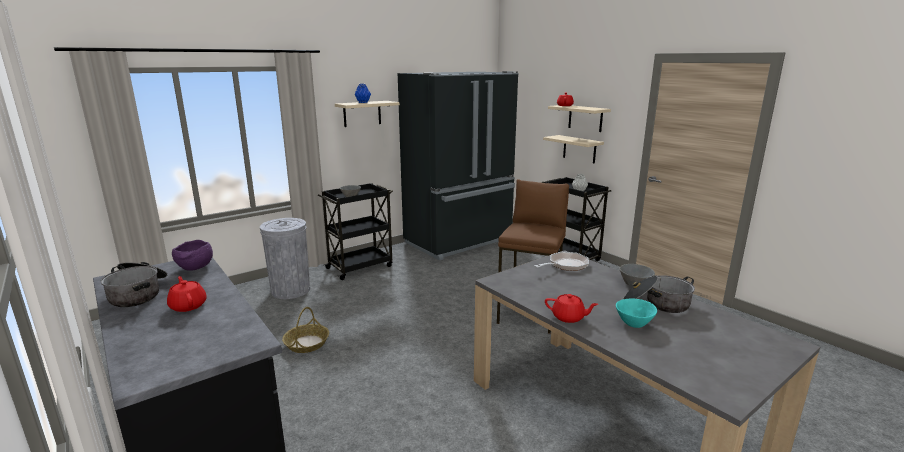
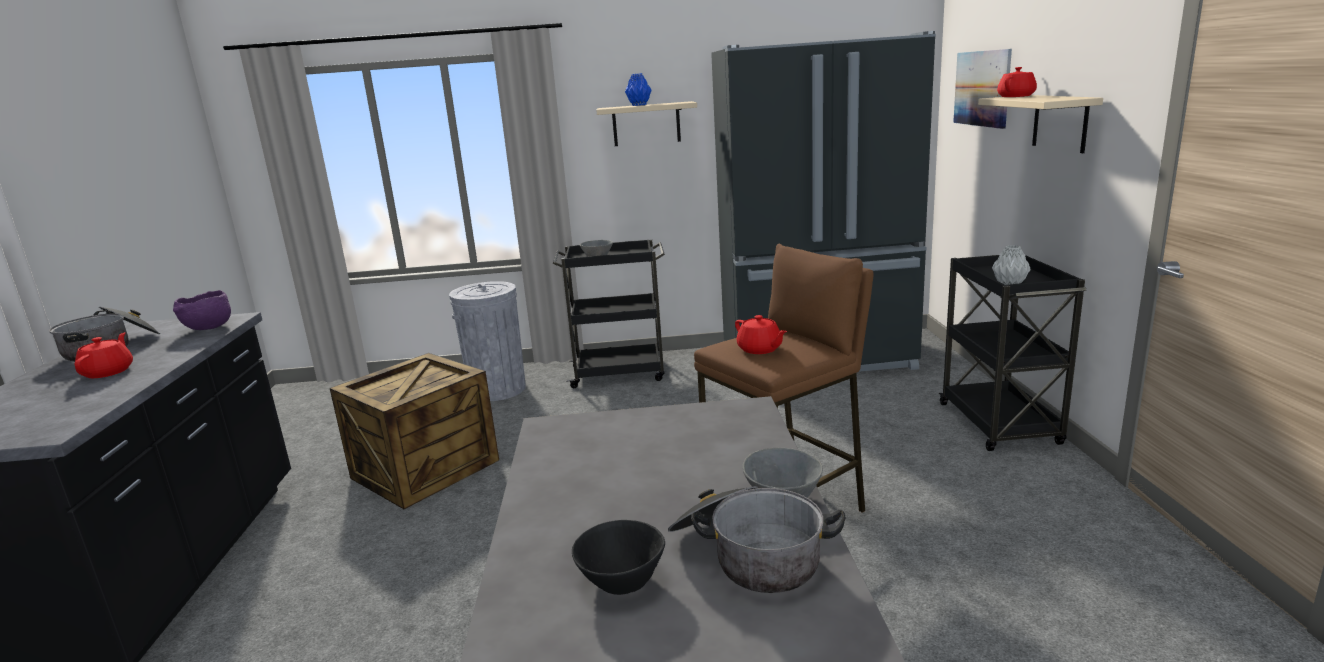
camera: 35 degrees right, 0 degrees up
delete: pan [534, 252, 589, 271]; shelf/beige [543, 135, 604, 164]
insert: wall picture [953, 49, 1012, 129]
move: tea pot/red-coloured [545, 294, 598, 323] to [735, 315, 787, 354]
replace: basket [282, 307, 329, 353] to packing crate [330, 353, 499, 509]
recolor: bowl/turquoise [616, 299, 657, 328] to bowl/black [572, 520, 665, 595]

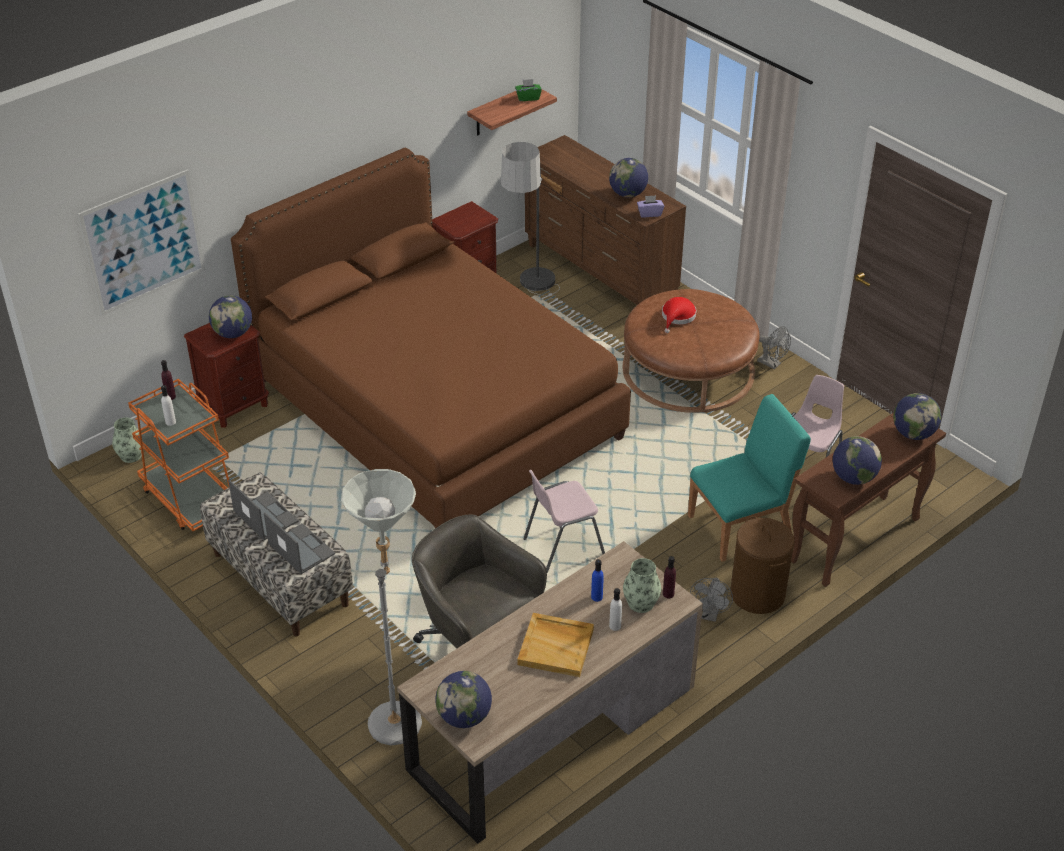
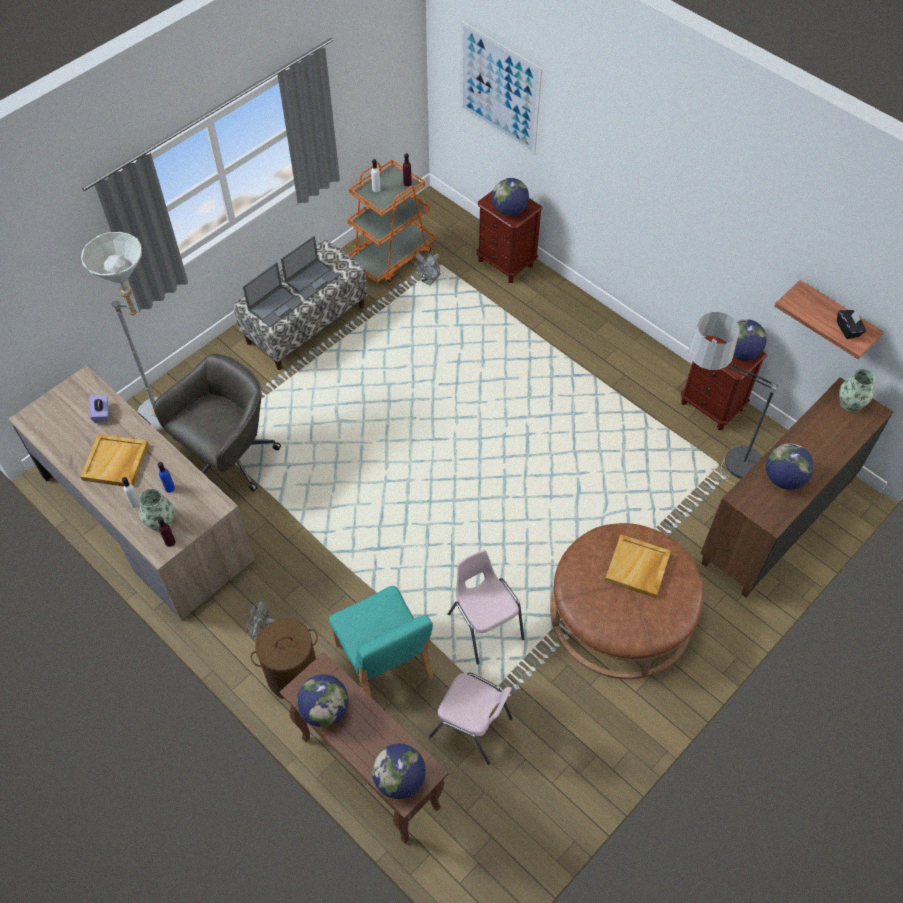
camera: 85 degrees right, 15 degrees up
delete: bed/brown-coloured [231, 148, 631, 528]
move: flower vase [112, 417, 142, 463] to [839, 369, 875, 412]; world globe [435, 671, 492, 728] to [724, 319, 767, 360]; chair/pinkish [524, 470, 605, 573] to [448, 550, 524, 665]; tissue box/purplish [637, 195, 664, 217] to [89, 395, 109, 423]; electric fan/gray [757, 326, 791, 370] to [413, 251, 441, 286]
replace: hat/red-coloured [662, 297, 697, 333] to serving tray/beige [605, 534, 671, 598]
recolor: tissue box/green-coloured [515, 79, 542, 101] to tissue box/black [837, 310, 866, 339]

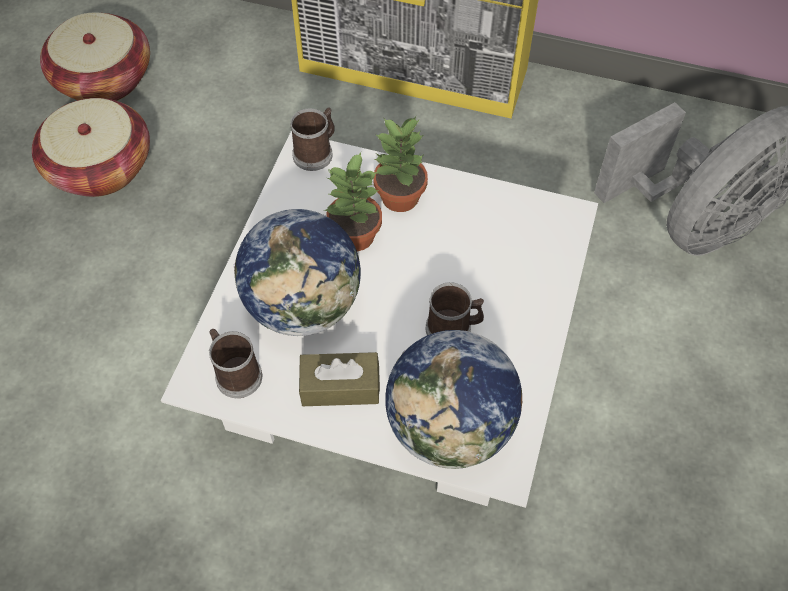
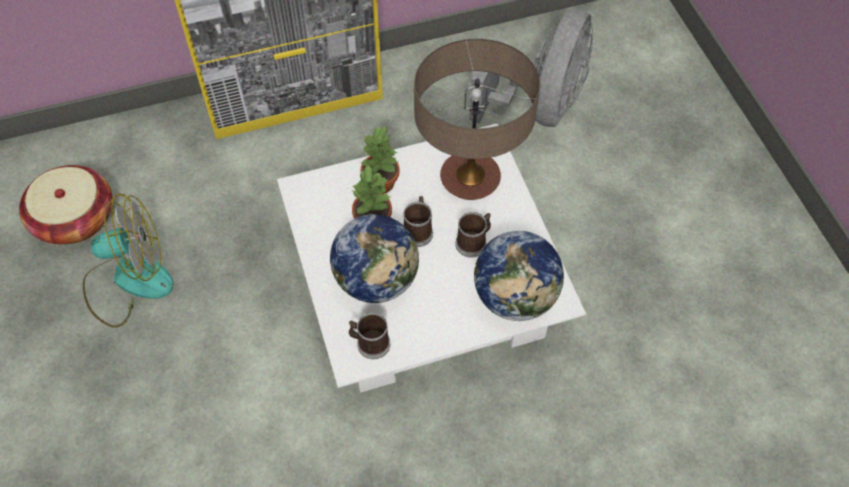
camera: 35 degrees left, 0 degrees up
delete: tissue box/brown-coloured [299, 352, 380, 406]
insert: lamp for a table [414, 39, 540, 200]
move: tea mug [290, 108, 335, 171] to [403, 196, 433, 247]
replace: basket [32, 98, 150, 197] to electric fan [83, 193, 174, 328]

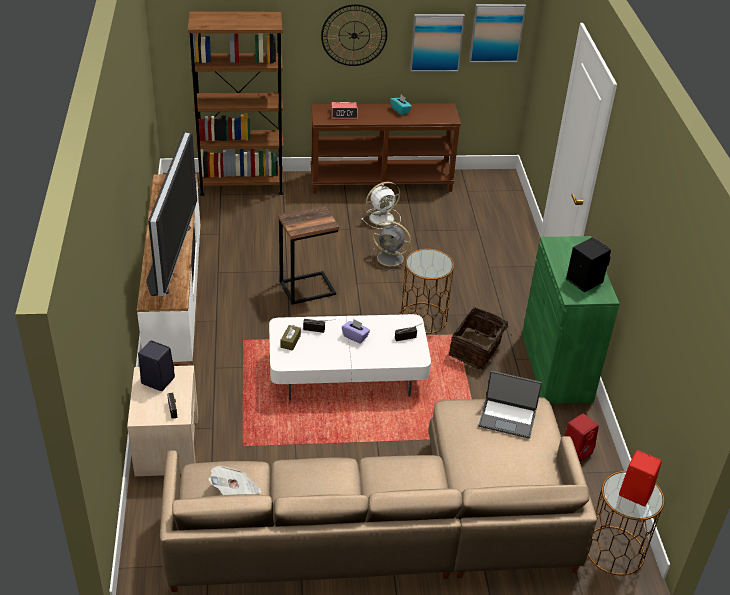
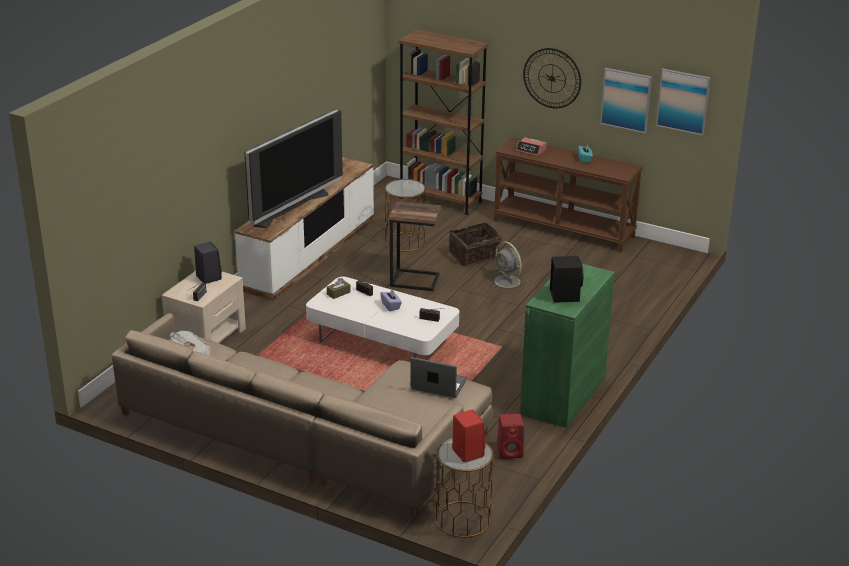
camera: 35 degrees right, 10 degrees down
delete: electric fan/white-coloured [361, 182, 401, 229]
move: accent table/brown-coloured [401, 249, 454, 334] to [384, 179, 426, 252]; basket [449, 307, 516, 370] to [449, 222, 502, 267]
rotate: laptop [479, 371, 542, 439] = [410, 357, 467, 398] 150 degrees clockwise

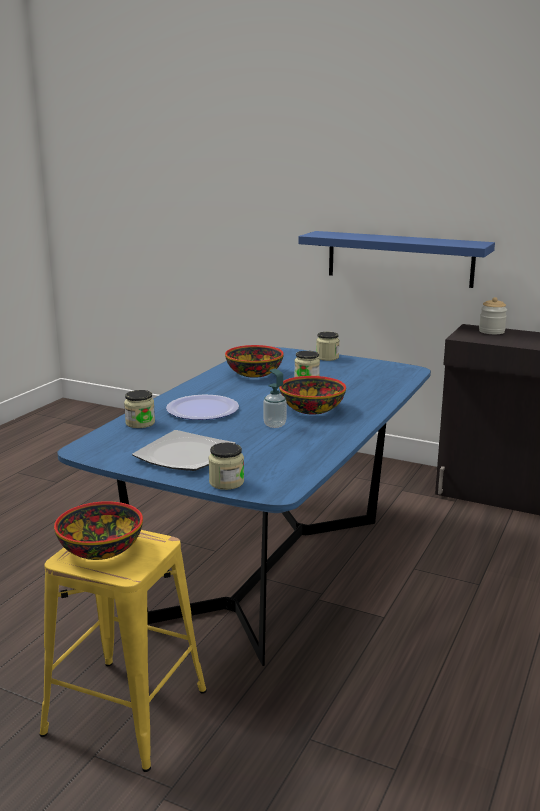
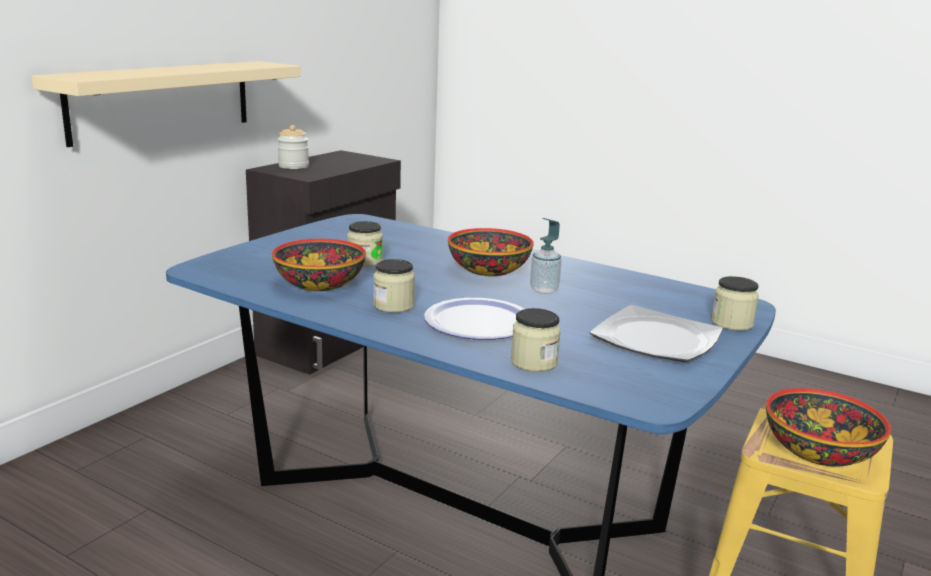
camera: 85 degrees left, 0 degrees up
move: jar [316, 332, 339, 361] to [373, 259, 415, 313]
recolor: shelf/blue-coloured [298, 231, 495, 288] to shelf/beige [32, 61, 301, 147]

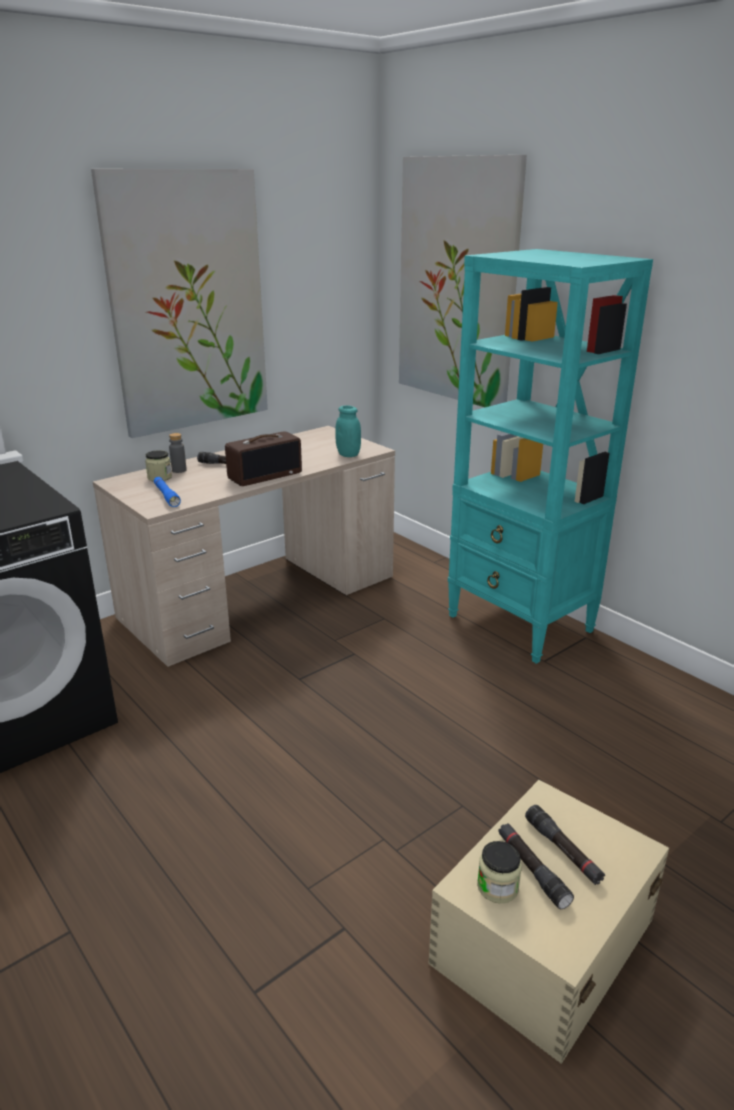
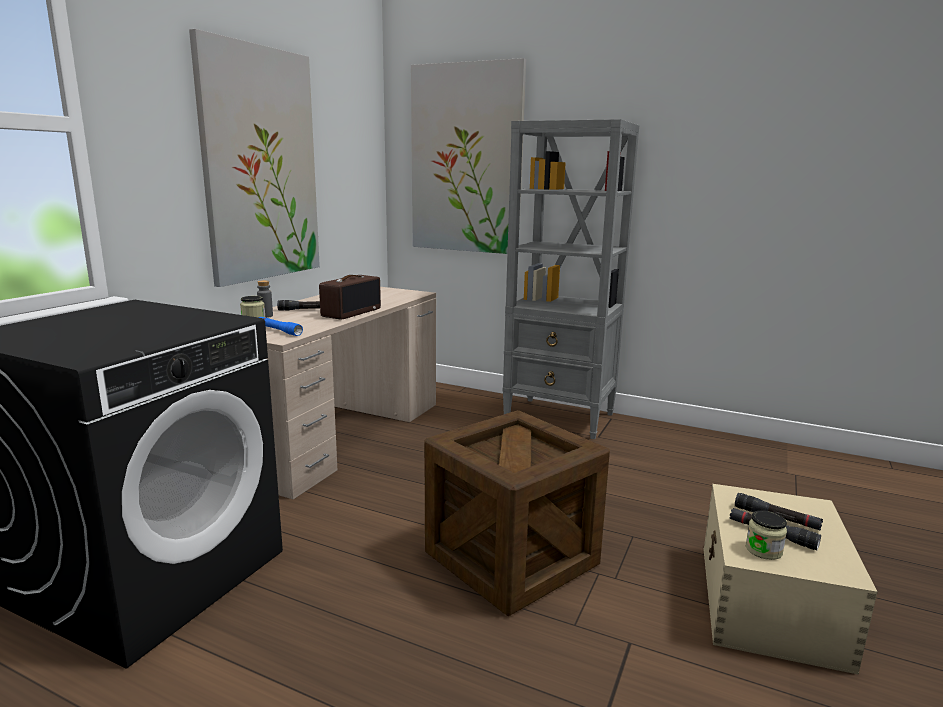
camera: 25 degrees left, 10 degrees down
delete: jar/turquoise [335, 405, 361, 457]
insert: packing crate [424, 410, 610, 616]
recolor: bookcase/turquoise [448, 249, 653, 664] to bookcase/gray [503, 119, 639, 439]

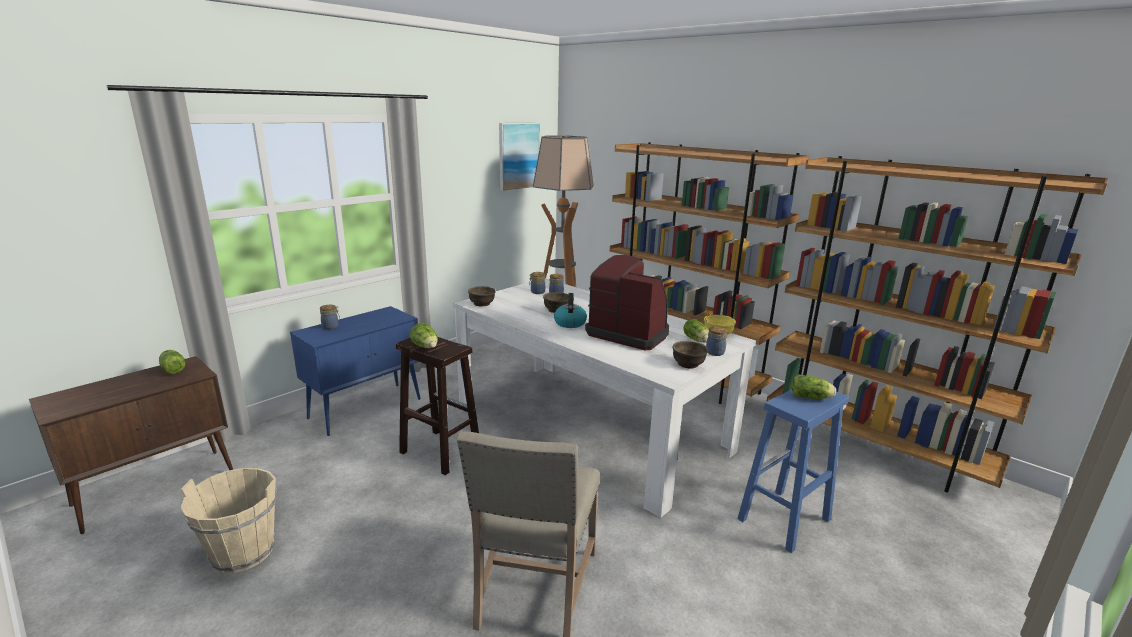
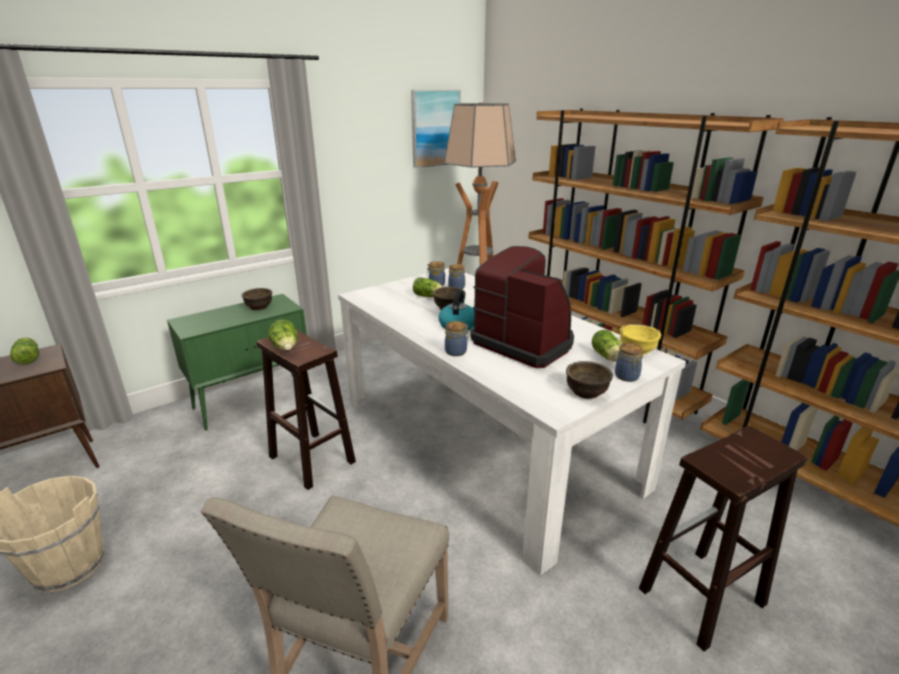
camera: 10 degrees right, 5 degrees up
move: jar [320, 305, 340, 329] to [445, 321, 469, 356]; bowl/brown-coloured [468, 286, 496, 307] to [242, 288, 272, 310]; lettuce [792, 375, 836, 399] to [413, 277, 443, 297]
recolor: storage cabinet/blue-coloured [290, 306, 421, 436] to storage cabinet/green-coloured [167, 294, 312, 431]; stool seat/blue-coloured [737, 389, 849, 553] to stool seat/brown-coloured [639, 426, 808, 652]

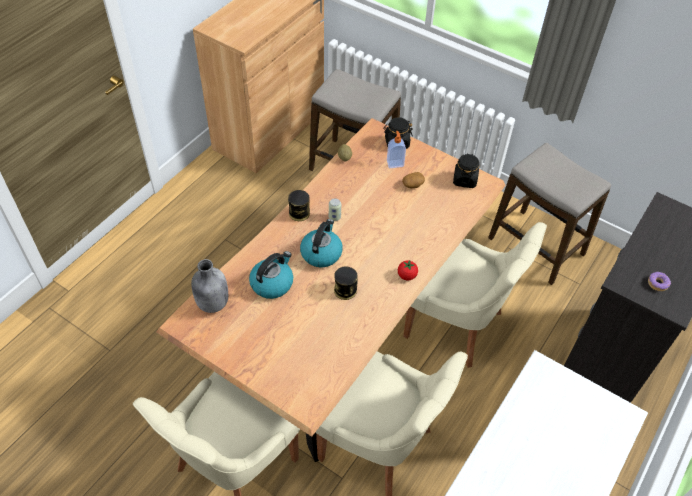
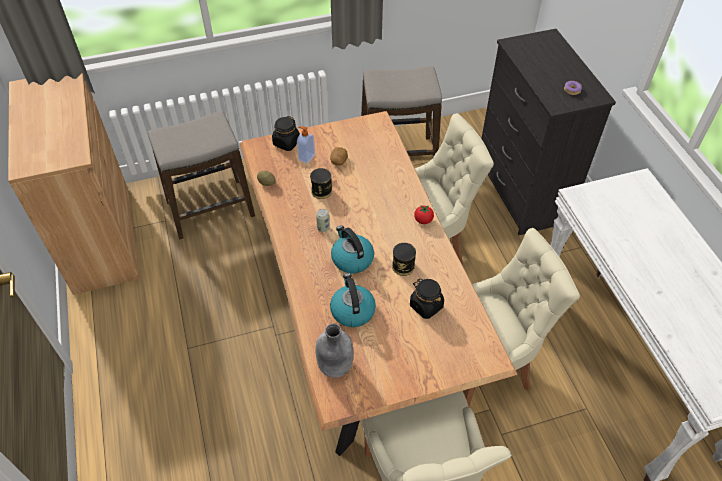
camera: 50 degrees left, 0 degrees up
move: sealed can [288, 190, 310, 221] to [310, 168, 332, 199]; jar/black [453, 153, 479, 188] to [410, 278, 444, 319]

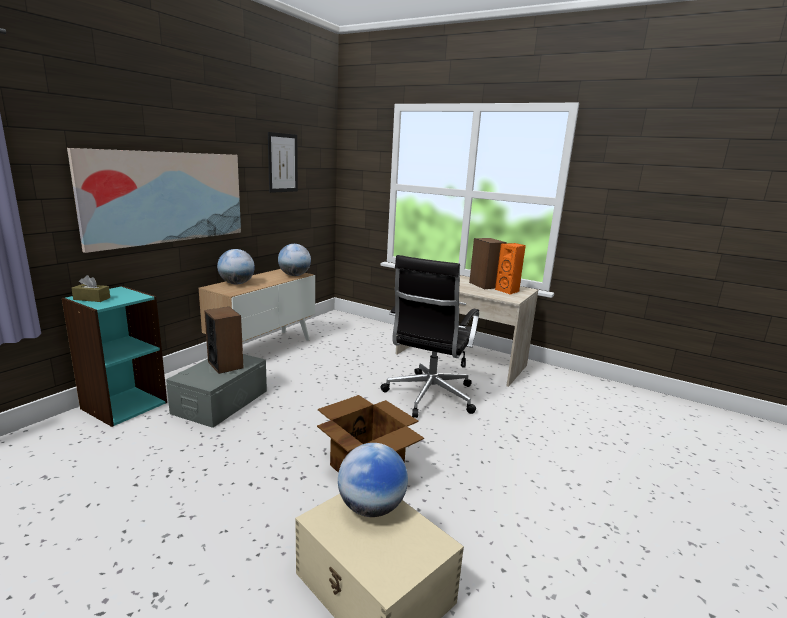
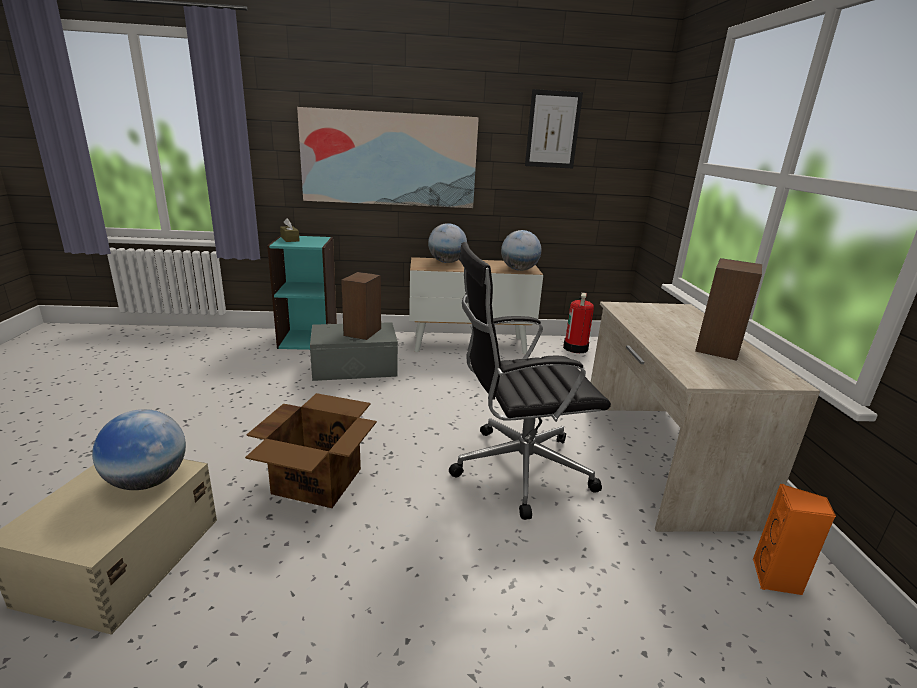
camera: 55 degrees right, 5 degrees up
insert: fire-fighting cylinder [563, 292, 594, 353]
move: speaker/orange [495, 243, 526, 295] to [753, 484, 836, 595]

